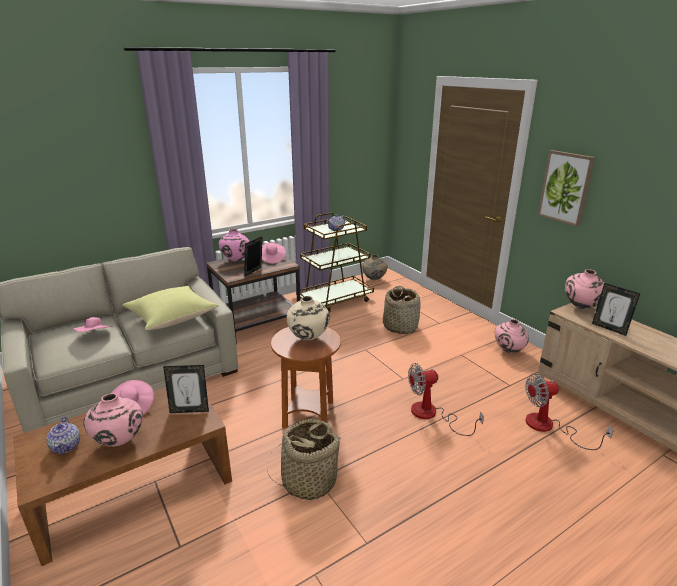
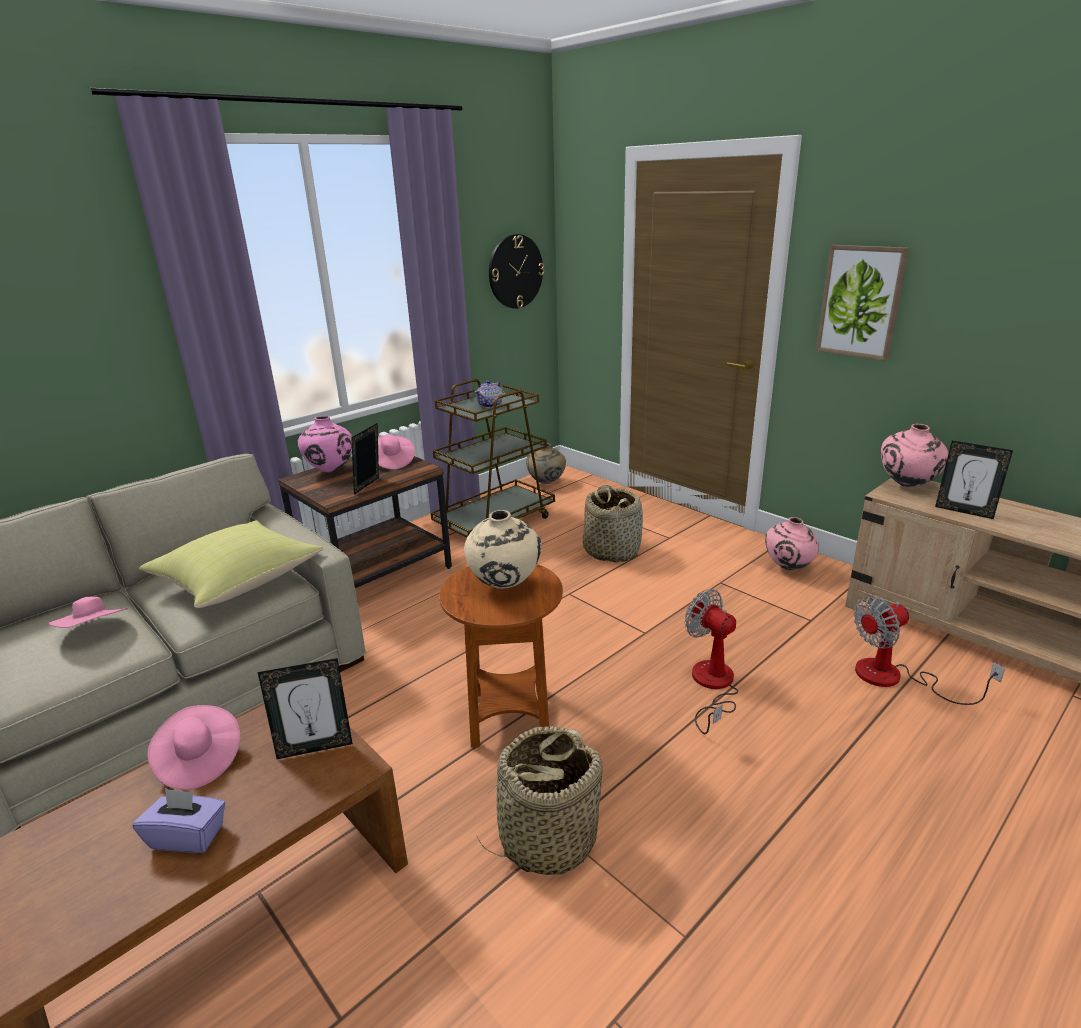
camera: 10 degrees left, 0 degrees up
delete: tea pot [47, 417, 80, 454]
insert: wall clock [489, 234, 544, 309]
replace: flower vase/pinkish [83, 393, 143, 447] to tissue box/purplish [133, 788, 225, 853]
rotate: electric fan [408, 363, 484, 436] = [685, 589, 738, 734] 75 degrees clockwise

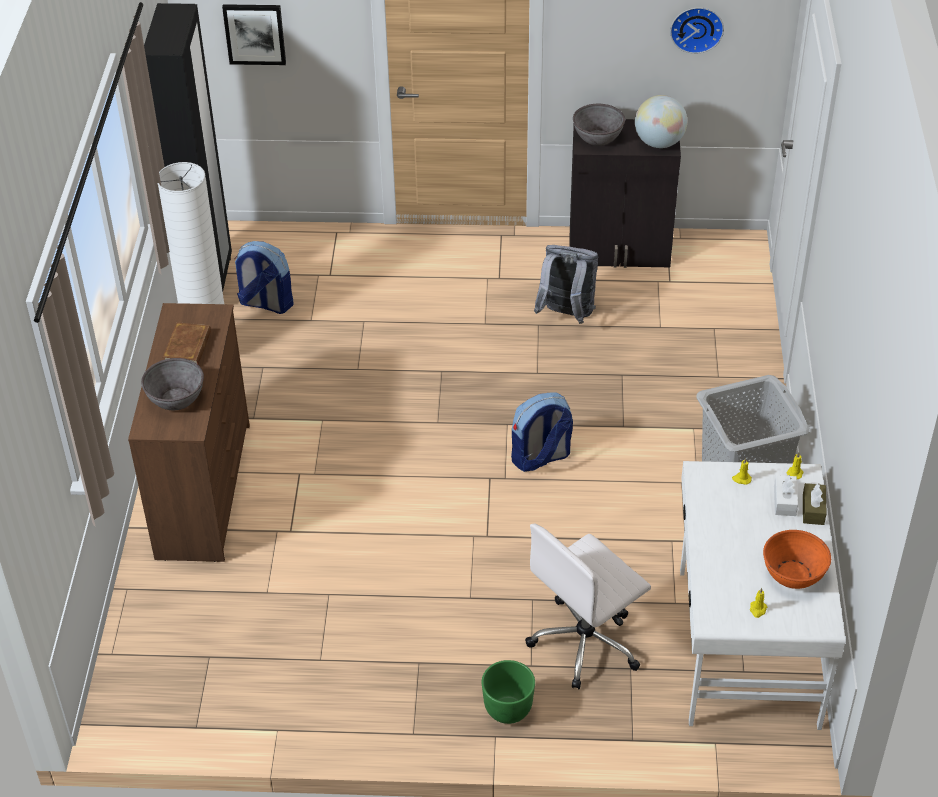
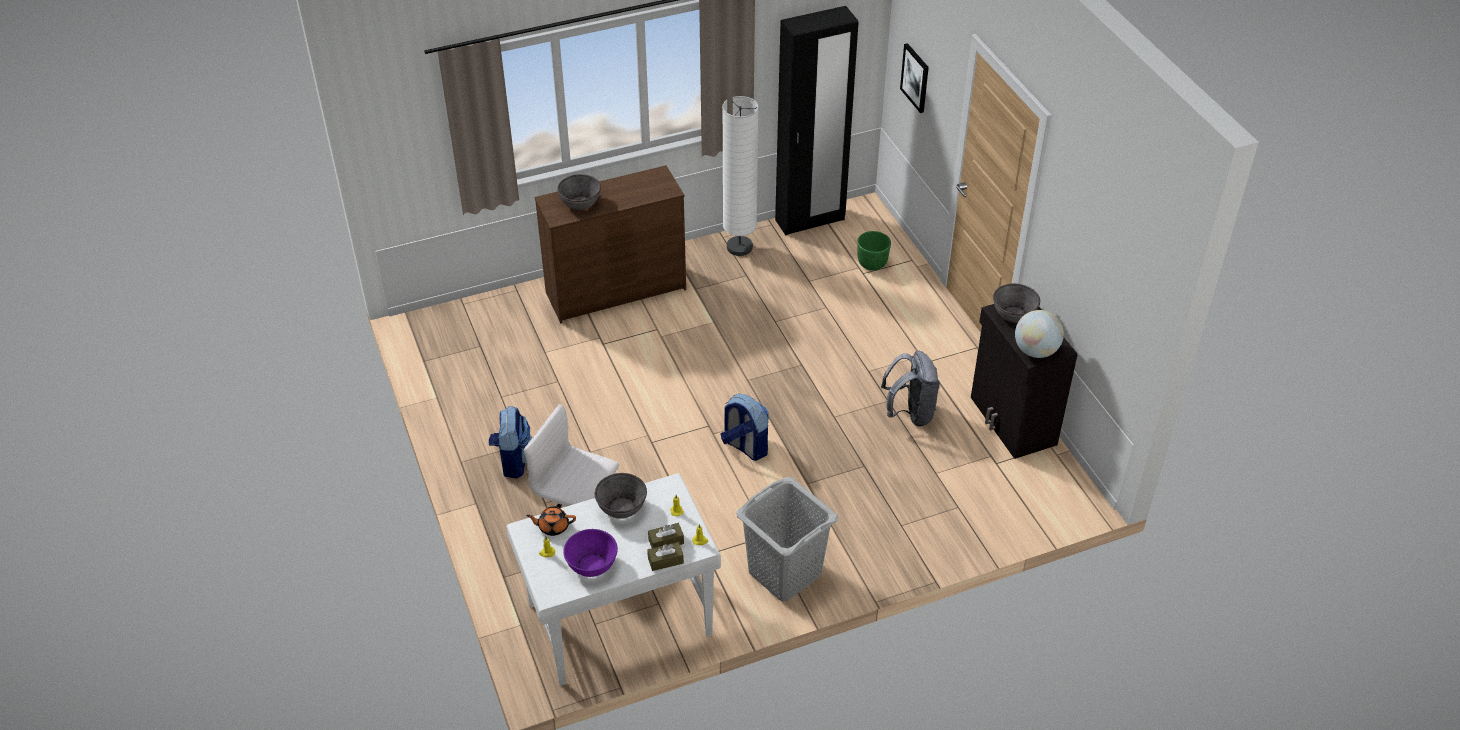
camera: 65 degrees right, 0 degrees up
delete: bound book/brown-coloured [163, 322, 211, 365]; wall clock [670, 7, 724, 54]
insert: tea pot/orange [526, 507, 576, 536]; bowl/gray [595, 473, 647, 519]
move: backpack [234, 241, 294, 314] to [489, 406, 533, 479]; plant pot/green-coloured [482, 660, 535, 724] to [857, 231, 891, 271]
recolor: bowl/orange [763, 530, 831, 589] to bowl/purplish [563, 529, 618, 577]; tissue box/white-coloured [774, 475, 798, 516] to tissue box/brown-coloured [648, 523, 684, 548]

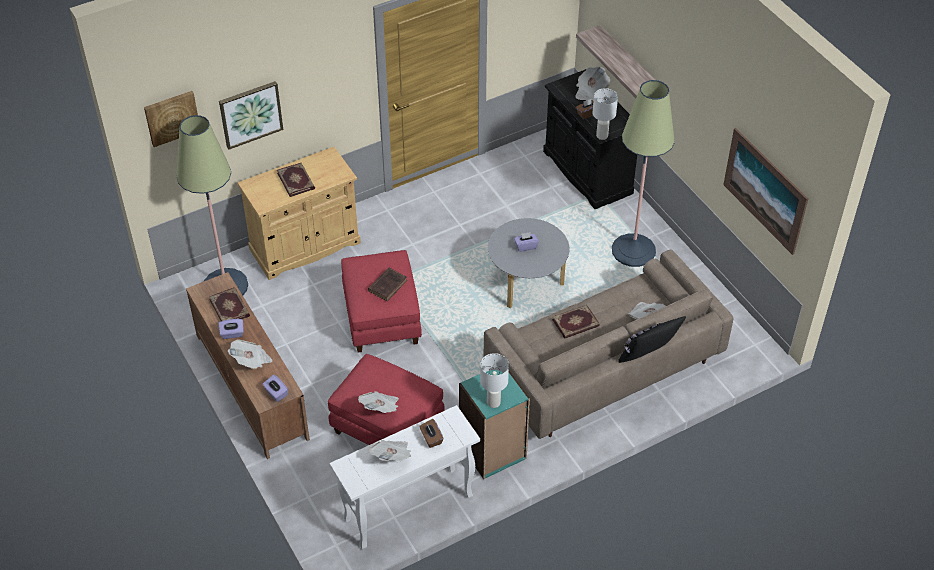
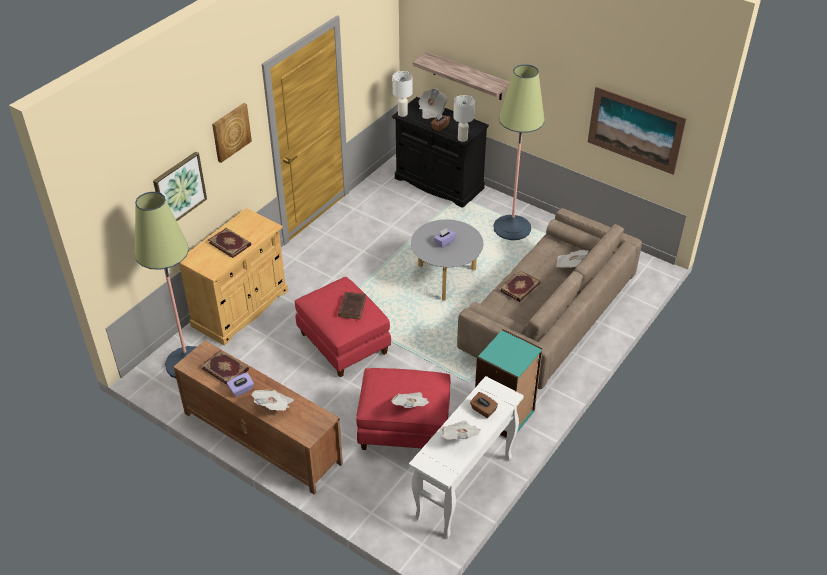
camera: 25 degrees left, 5 degrees down
delete: tissue box/purplish [262, 375, 288, 402]; pillow/black [618, 316, 686, 363]
move: wall picture [144, 91, 198, 147] to [212, 103, 252, 163]; lamp for a table/white-coloured [480, 353, 509, 408] to [392, 71, 413, 117]

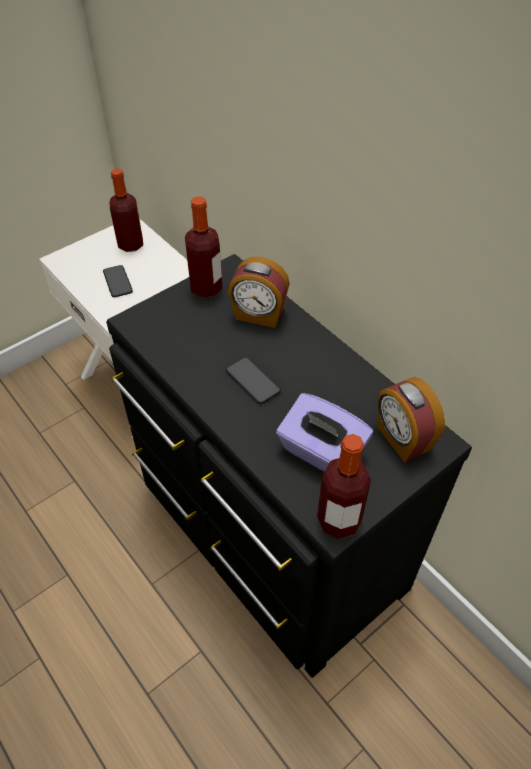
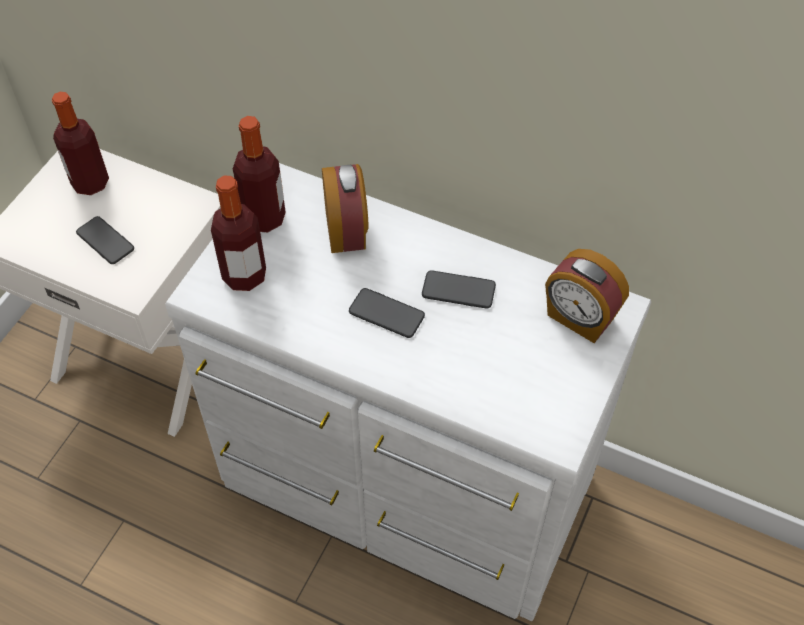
camera: 25 degrees left, 5 degrees up
delete: tissue box/purplish [276, 393, 373, 472]
insert: phone [422, 270, 496, 309]
move: drink bottle [317, 434, 371, 539] to [211, 176, 266, 291]
recolor: drawer chest/black [106, 254, 472, 678] to drawer chest/white-coloured [165, 163, 651, 621]
rotate: alarm clock [228, 257, 290, 328] = [322, 164, 368, 253] 90 degrees counterclockwise

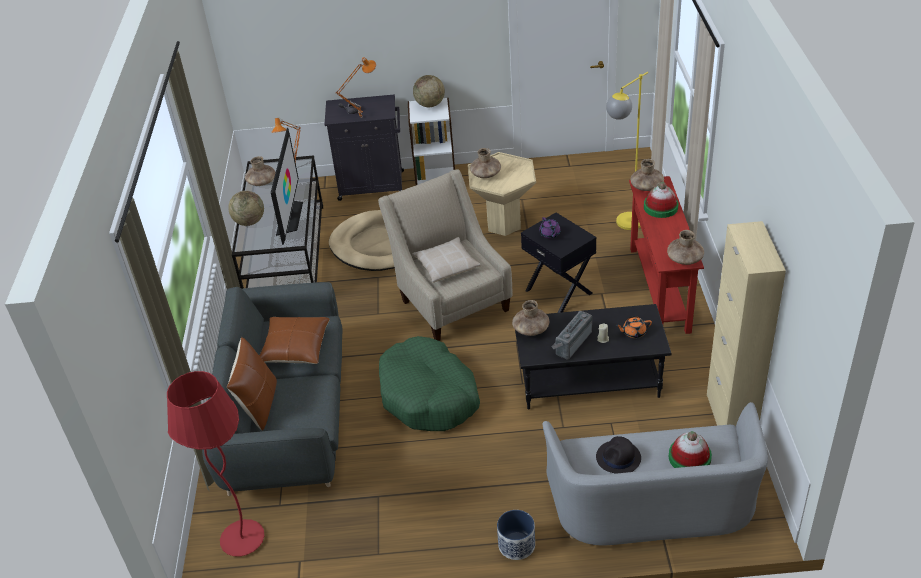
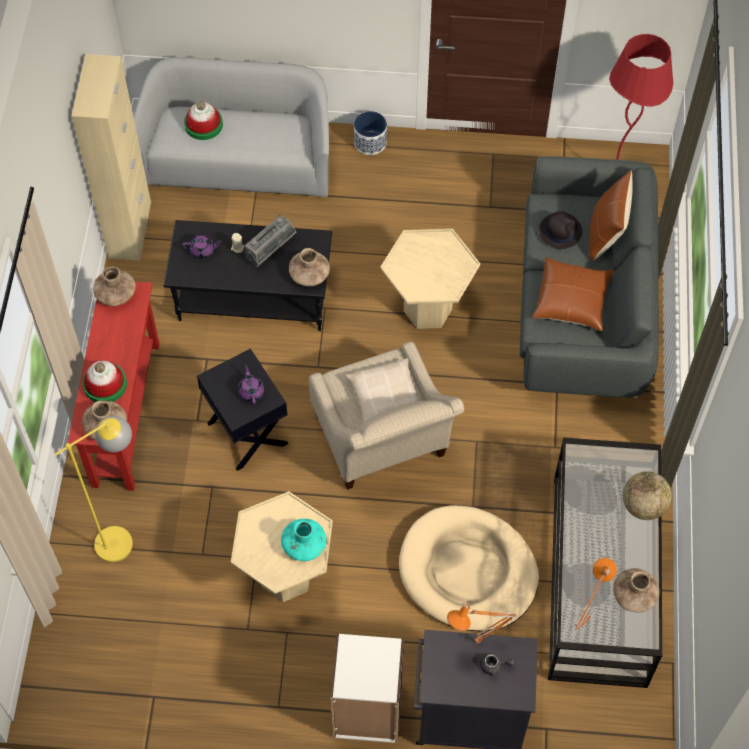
camera: 175 degrees left, 20 degrees up
delete: TV set [271, 128, 303, 245]; world globe [413, 75, 445, 107]
move: hat/black [596, 436, 641, 474] to [539, 211, 582, 249]
replace: pet bed/green-coloured [379, 336, 480, 431] to accent table/beige [380, 229, 480, 329]
recolor: flower vase/brown-coloured [470, 148, 501, 178] to flower vase/turquoise [281, 519, 326, 561]; tea pot/orange [616, 316, 652, 338] to tea pot/purplish [182, 234, 223, 259]

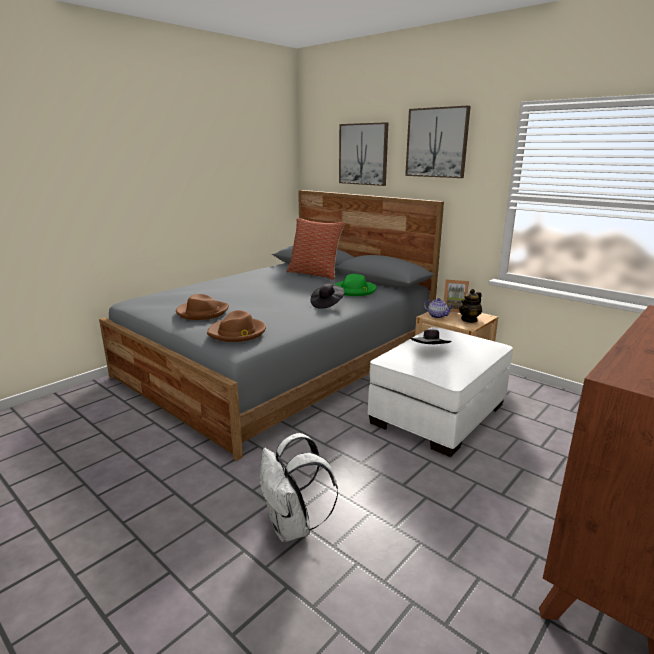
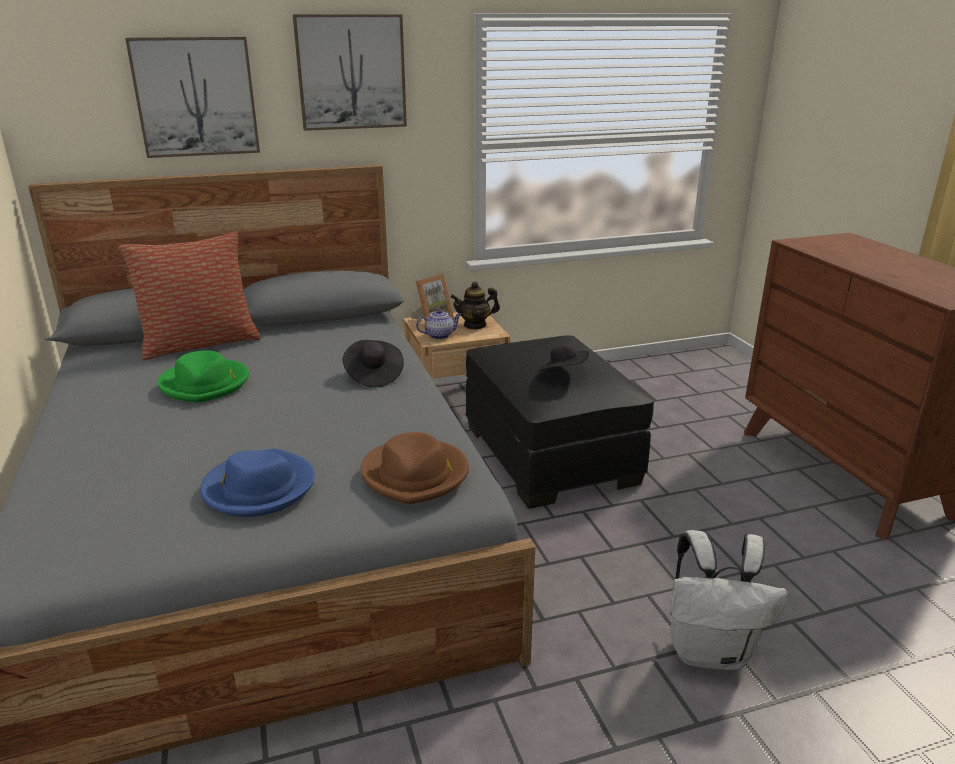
camera: 60 degrees left, 5 degrees up
move: hat/green-coloured [334, 274, 377, 296] to [157, 350, 249, 403]
recolor: hat/brown-coloured [176, 294, 229, 320] to hat/blue-coloured [200, 449, 315, 517]; ottoman/white-coloured [367, 327, 513, 457] to ottoman/black [465, 335, 654, 509]
rotate: tea pot [459, 289, 482, 323] = [451, 281, 500, 329] 90 degrees clockwise

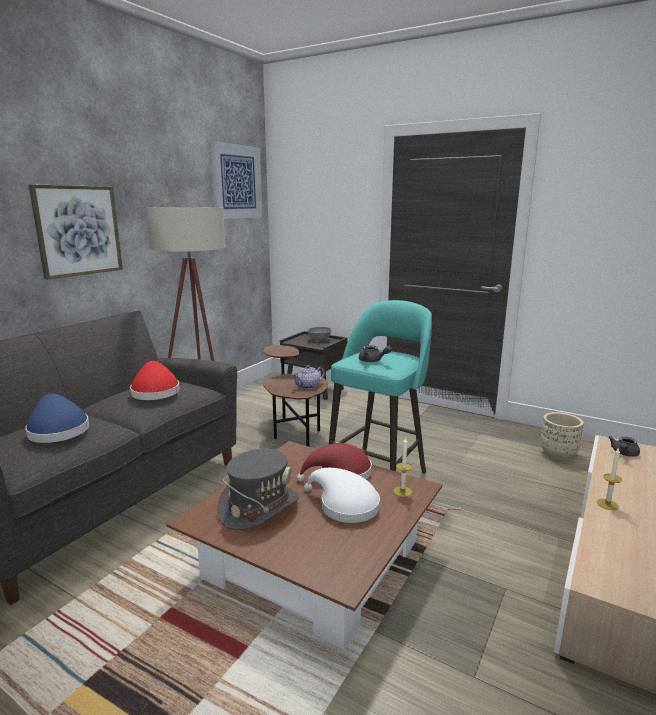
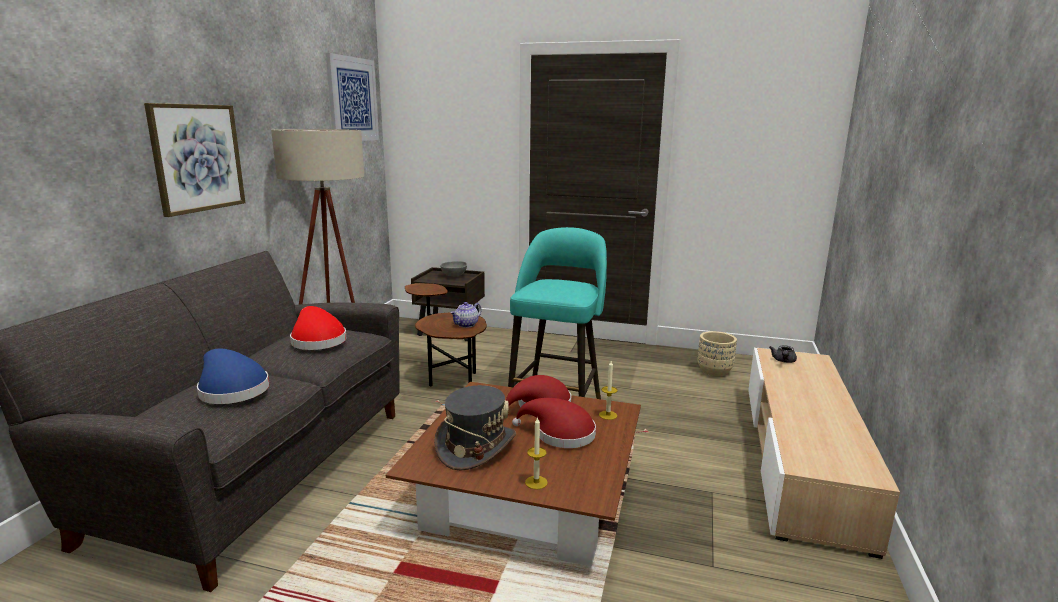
camera: 15 degrees left, 0 degrees up
delete: tea pot/gray [359, 345, 392, 362]
move: wax light [597, 447, 622, 510] to [525, 417, 548, 489]
recolor: hat/white-coloured [304, 468, 380, 523] to hat/red-coloured [512, 398, 596, 448]

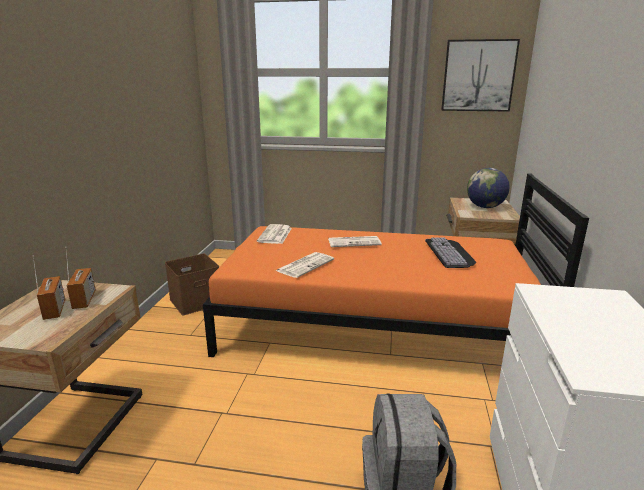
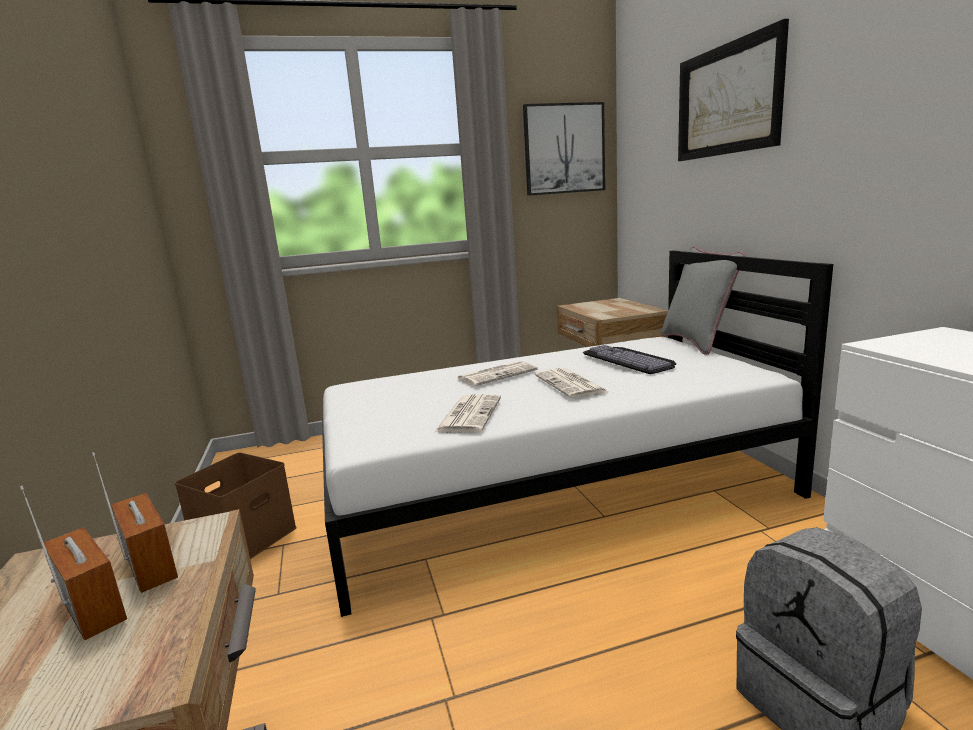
camera: 25 degrees left, 5 degrees down
delete: world globe [467, 168, 510, 208]
insert: pillow/gray [661, 246, 746, 355]; wall picture [678, 19, 789, 161]
move: newspaper [257, 224, 292, 244] to [535, 368, 608, 398]
recolor: bed/orange [203, 173, 589, 357] to bed/white-coloured [322, 250, 833, 617]

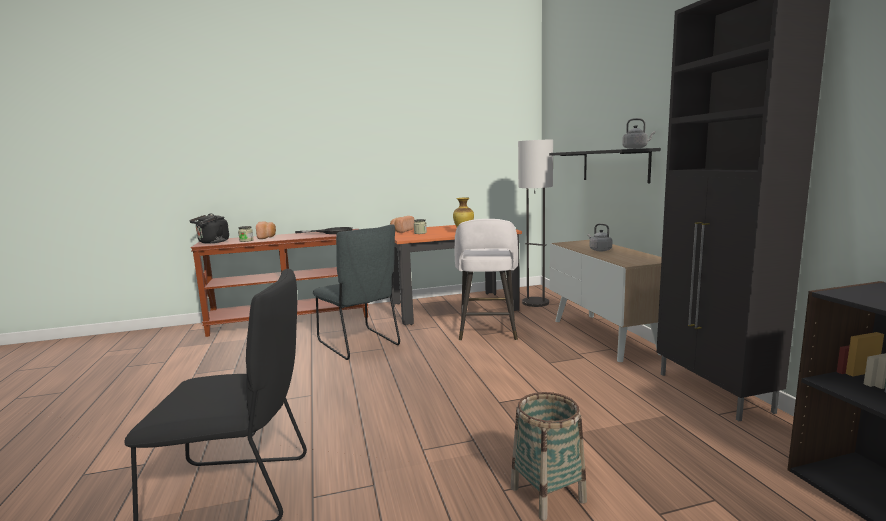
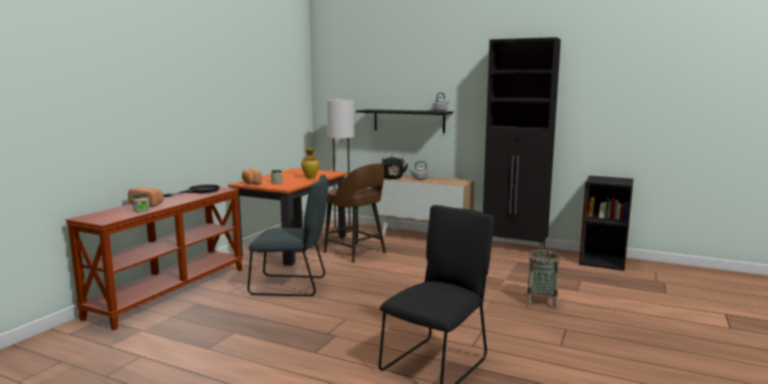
camera: 50 degrees left, 0 degrees up
move: tea kettle/black [189, 214, 229, 244] to [381, 156, 408, 179]
recolor: stool seat/white-coloured [455, 219, 518, 341] to stool seat/brown-coloured [324, 164, 386, 263]

